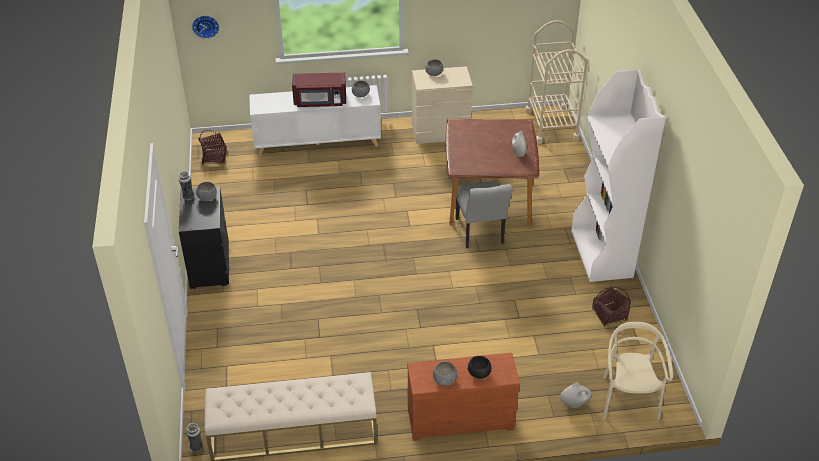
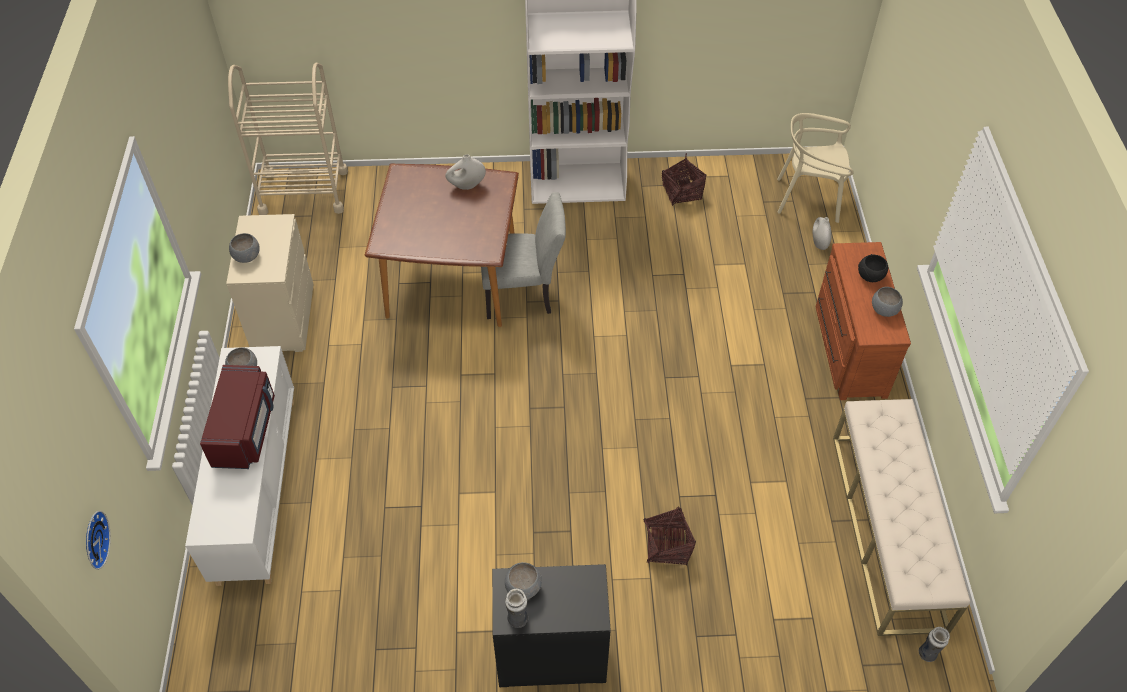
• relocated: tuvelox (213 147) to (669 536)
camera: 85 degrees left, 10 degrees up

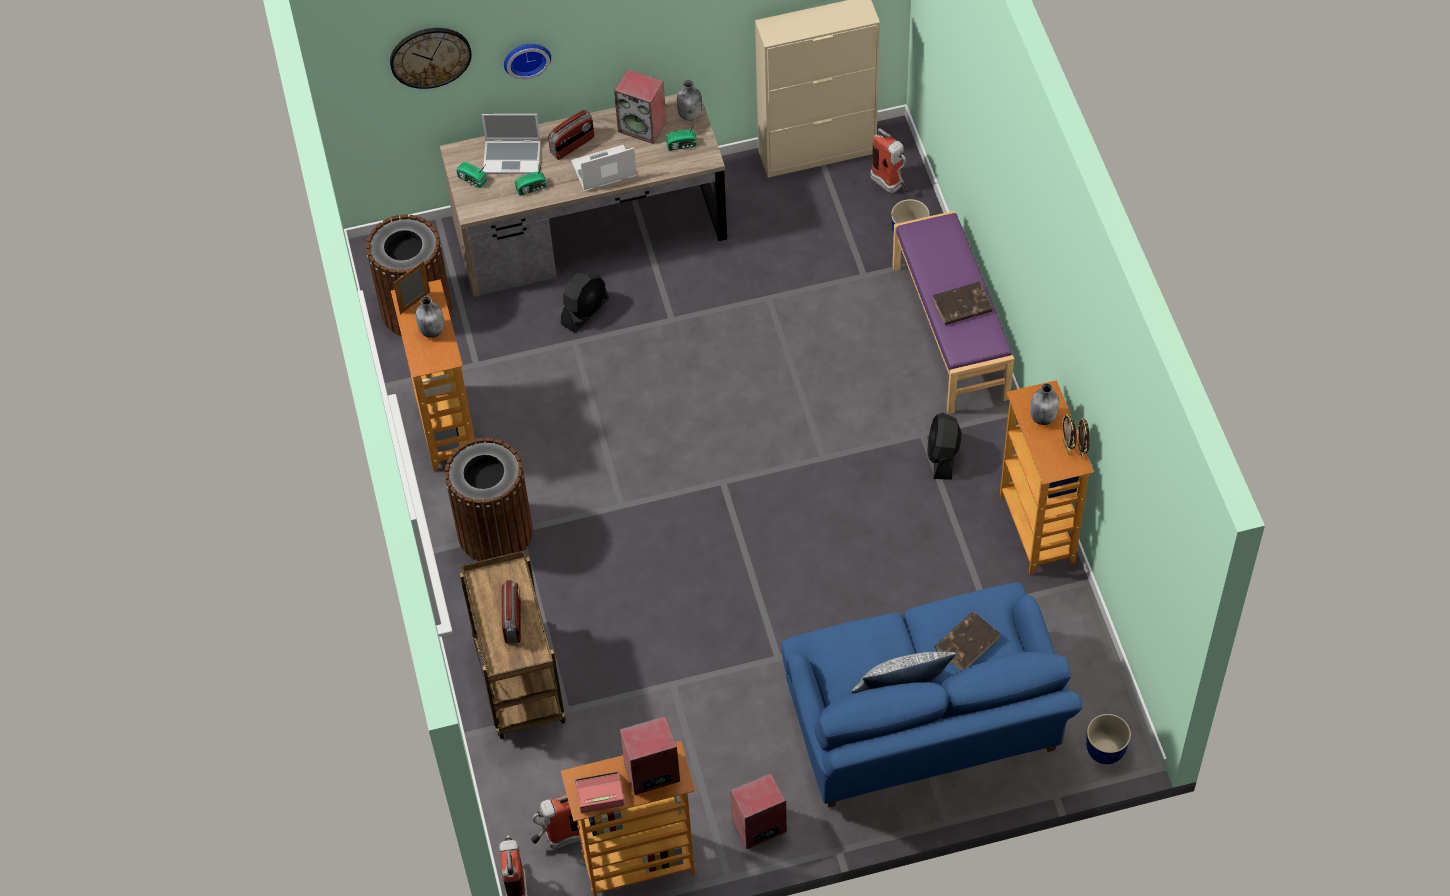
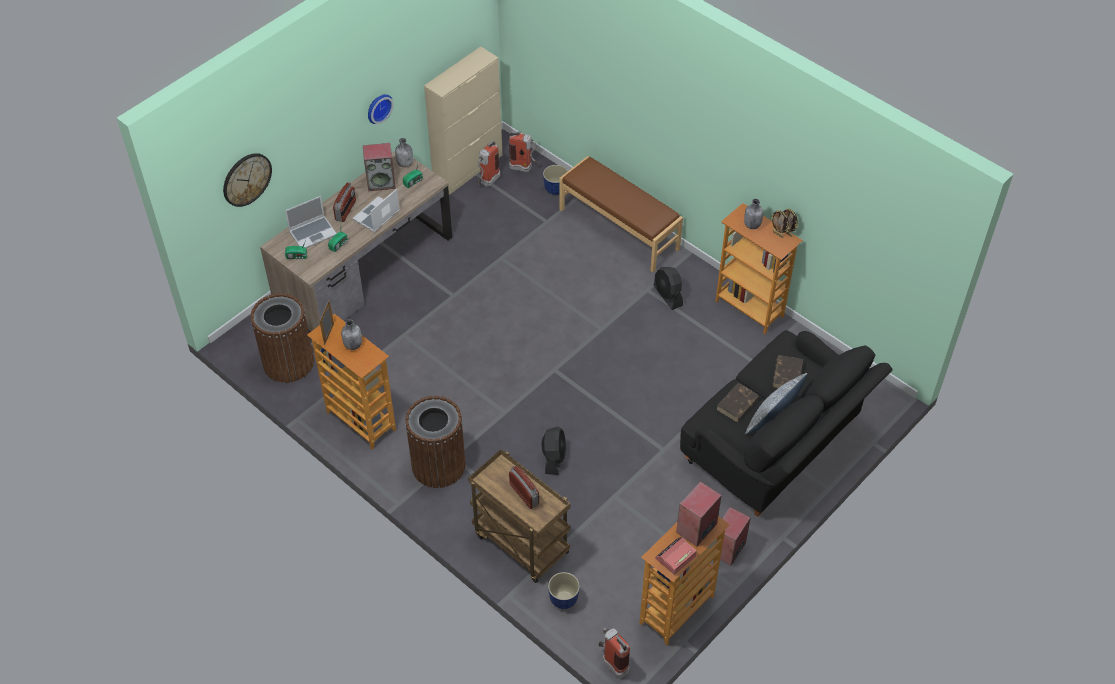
• relocated: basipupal (527 62) to (381 109)
• colour: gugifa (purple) (953 312) to gugifa (brown) (621 214)
• relocated: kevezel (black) (585 302) to (554 451)
• relocated: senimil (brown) (962 303) to (737 402)
• colour: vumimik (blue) (932 695) to vumimik (black) (786 423)
• relocated: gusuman (1108 739) to (564 590)
• relocated: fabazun (555 821) to (488 163)
camera: 35 degrees left, 5 degrees down

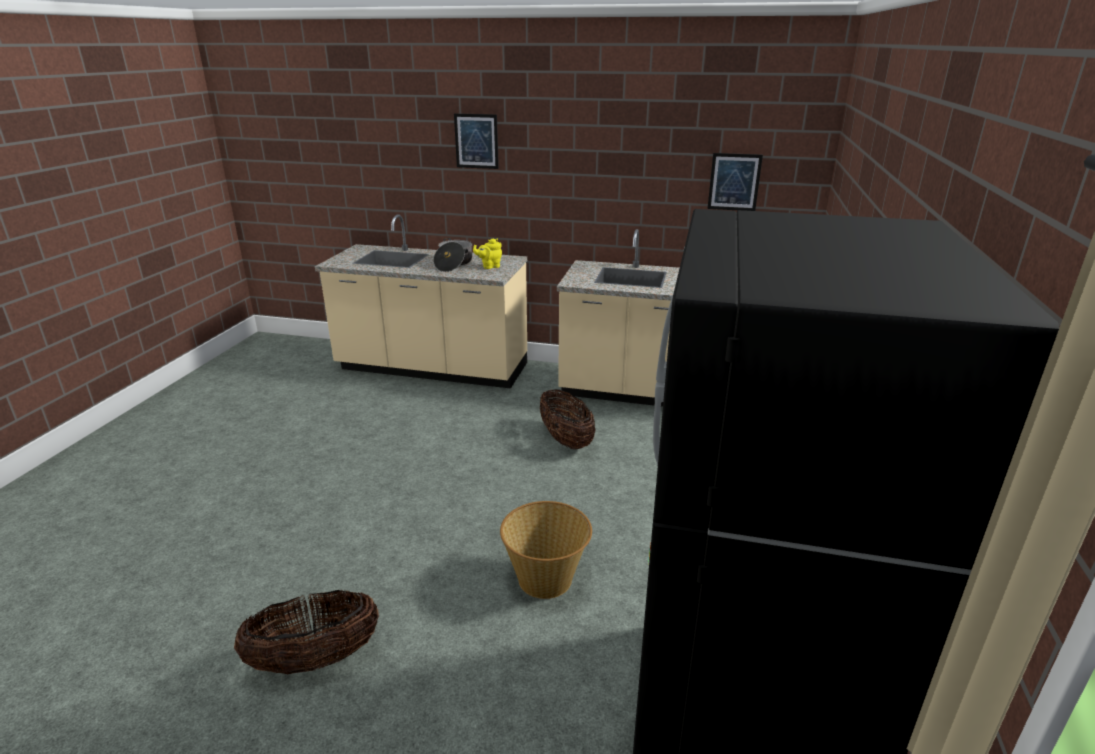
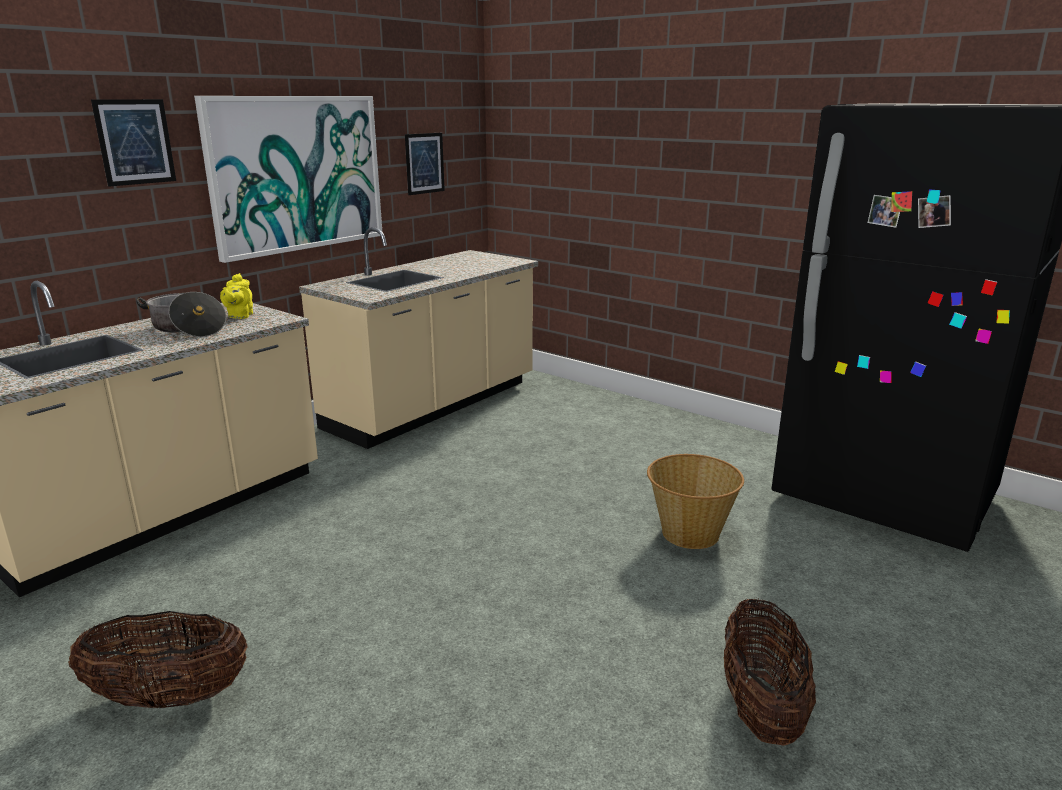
• relocated: tuvelox (568 419) to (158 659)
• appeared: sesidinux (288 179)
camera: 65 degrees left, 5 degrees down

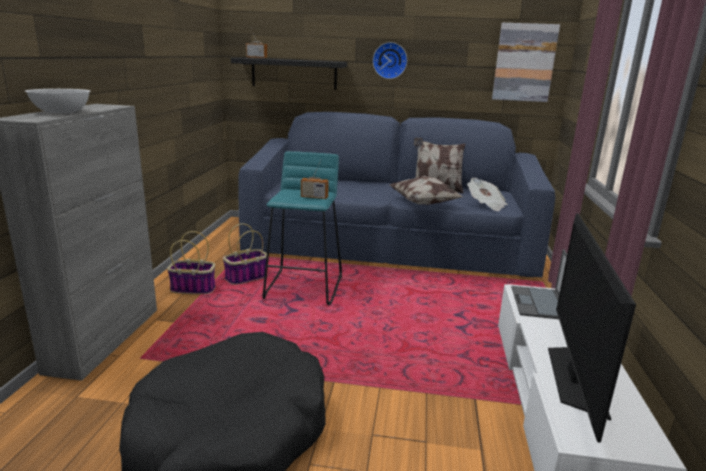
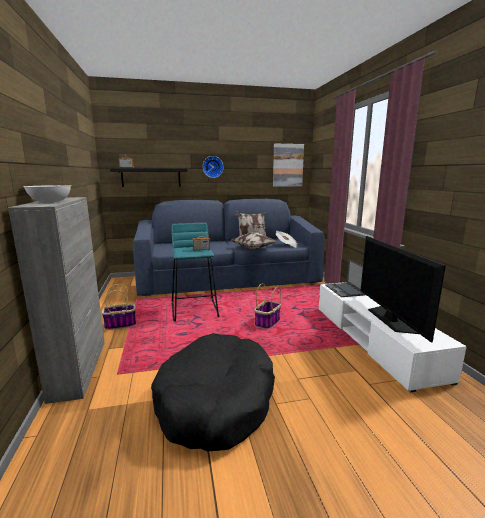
• relocated: tuvelox (245 254) to (267 306)
camera: 20 degrees left, 5 degrees down

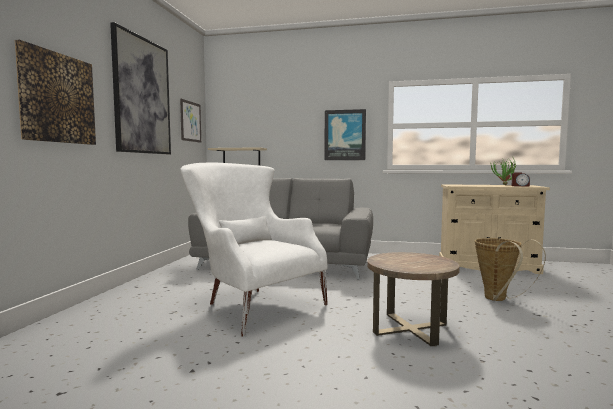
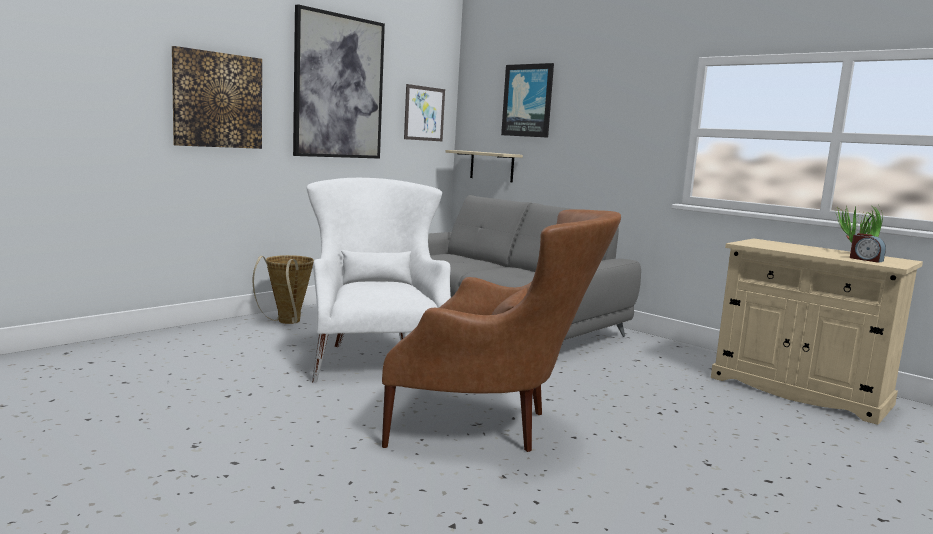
• relocated: sesidinux (345 134) to (527 100)
• relocated: tuvelox (510 269) to (283 289)
• exchanged: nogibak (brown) (413 299) to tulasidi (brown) (501 330)
camera: 30 degrees right, 5 degrees up

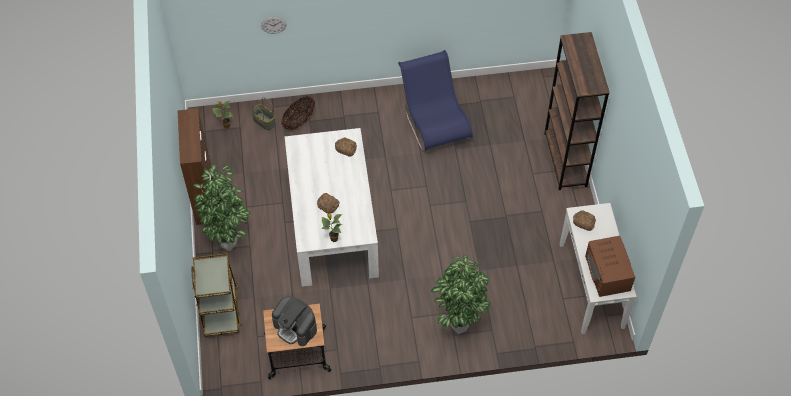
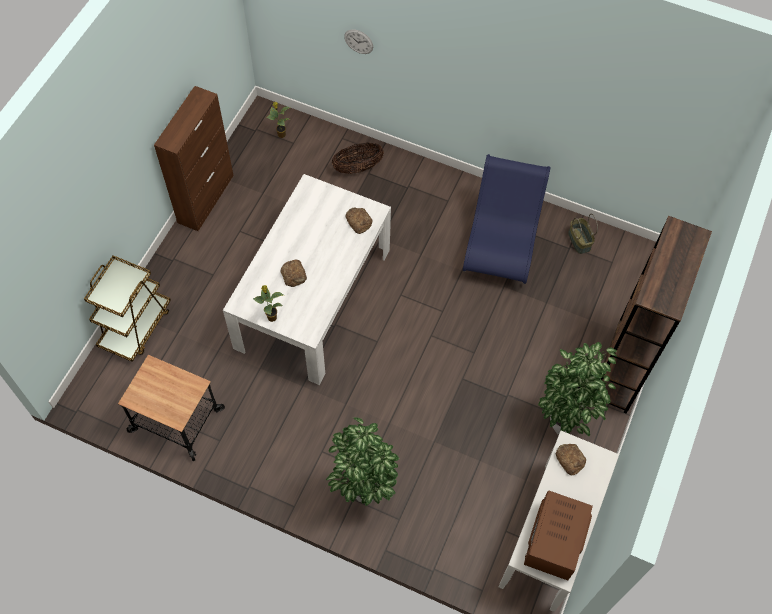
• relocated: tuvelox (263 114) to (583 234)
• relocated: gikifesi (222 207) to (577 389)
• missing: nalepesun (294 321)
camera: 30 degrees right, 5 degrees up

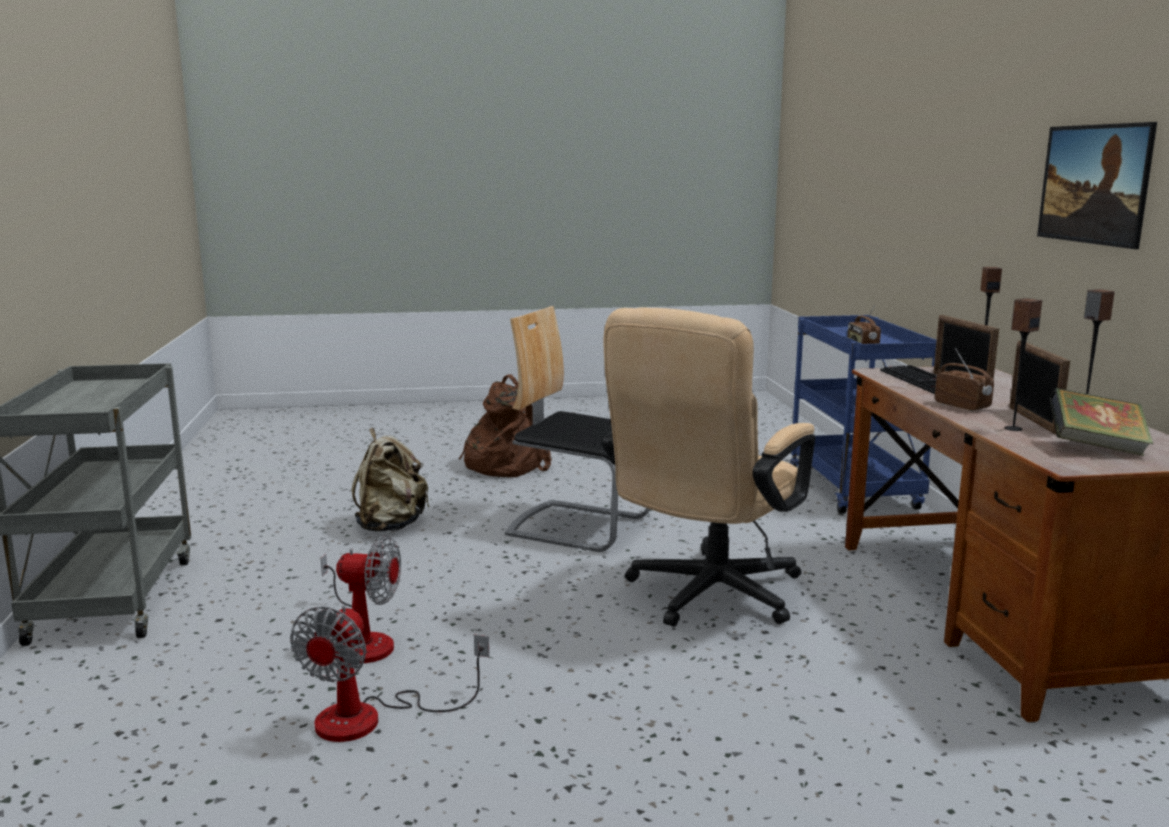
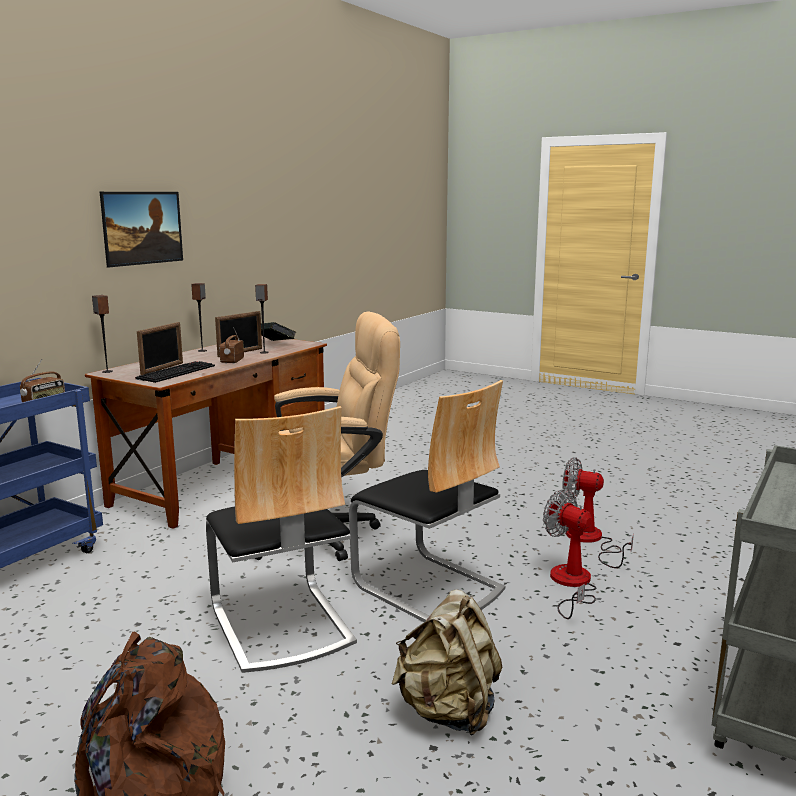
• spun: kevezel (389 673) = (598 512) 120 degrees counterclockwise
• appeared: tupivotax (427 501)
camera: 140 degrees left, 0 degrees up

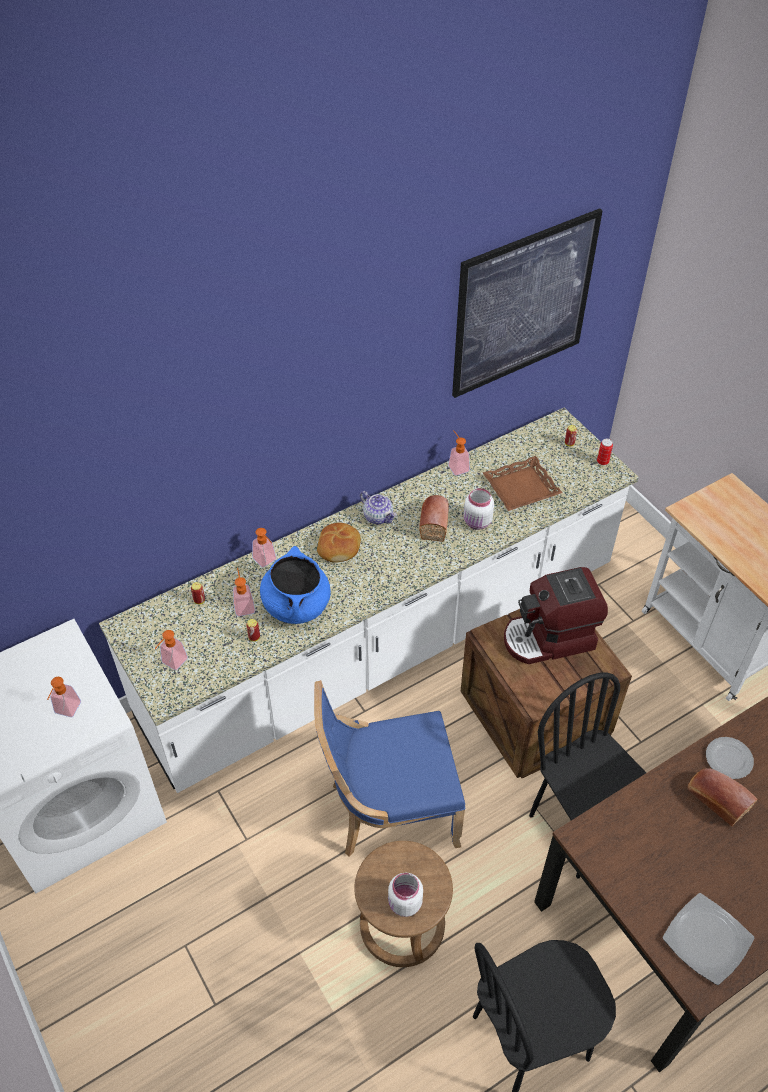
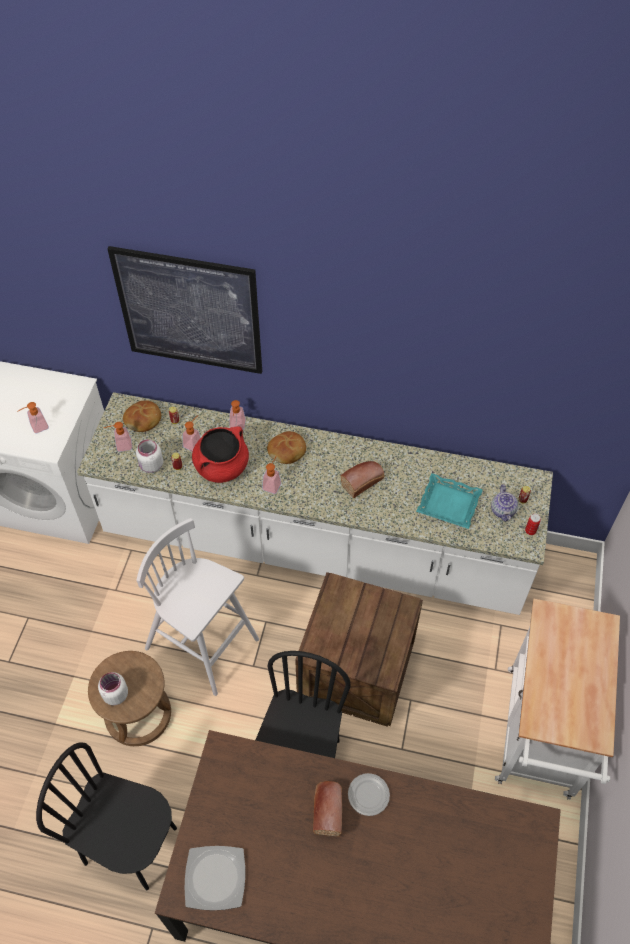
• relocated: sesidinux (527 303) to (184 310)
• relocated: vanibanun (459 453) to (271 474)
• colour: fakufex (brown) (522 483) to fakufex (turquoise) (449 501)
• relocated: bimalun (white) (479 509) to (149 456)
• relocated: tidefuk (378 507) to (504 503)
• colour: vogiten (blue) (295 585) to vogiten (red) (220 454)
• missing: nalepesun (556 615)
• exchanged: tupivotax (blue) (389 768) to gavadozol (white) (197 607)
• appeared: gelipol (142 416)
camera: 45 degrees right, 5 degrees up

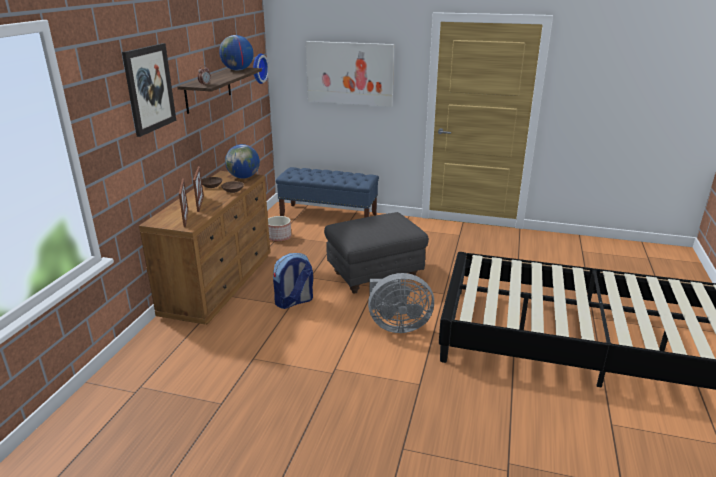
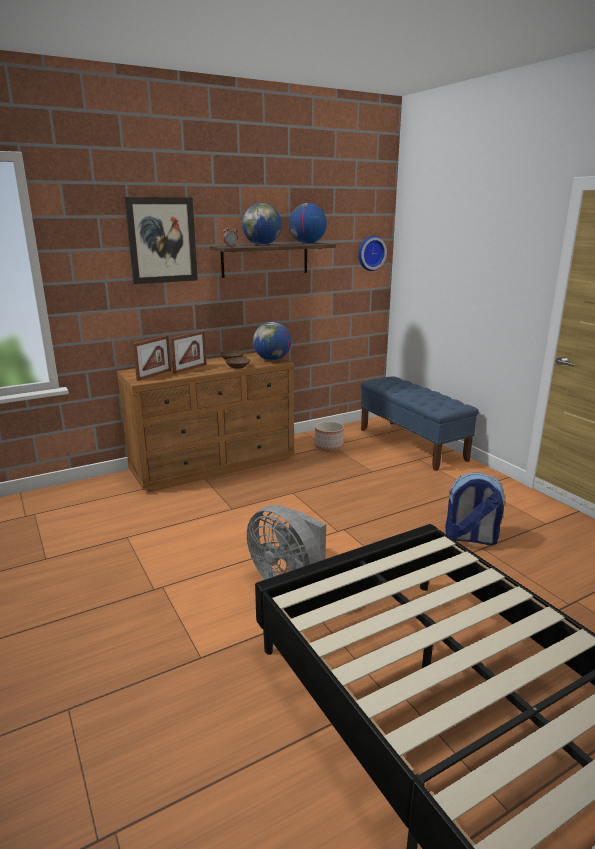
• missing: sesidinux (350 74)
• missing: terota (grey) (376 252)
• relocated: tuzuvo (293 281) to (475 508)
• appeared: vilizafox (262 224)
camera: 45 degrees right, 5 degrees down

